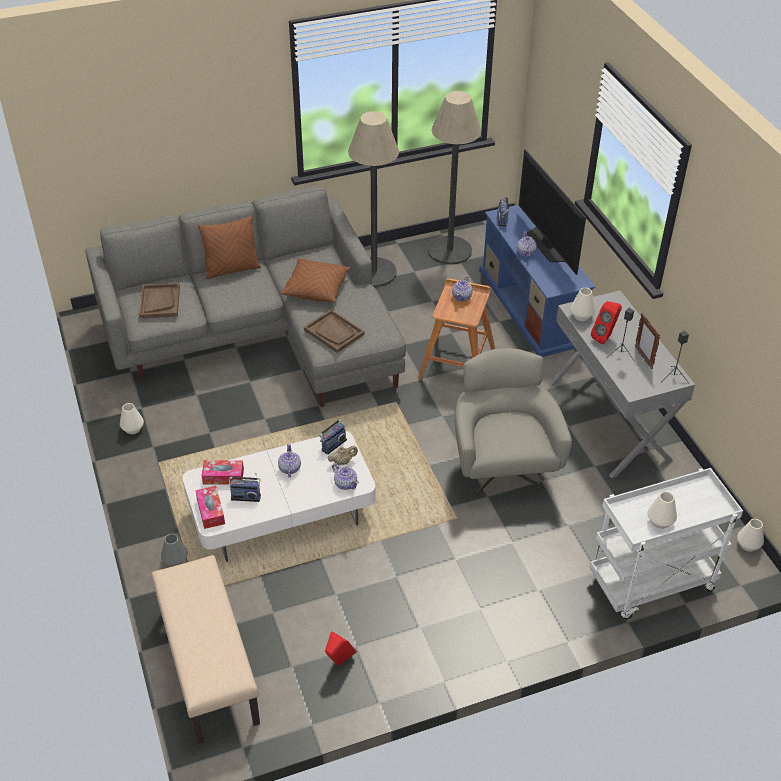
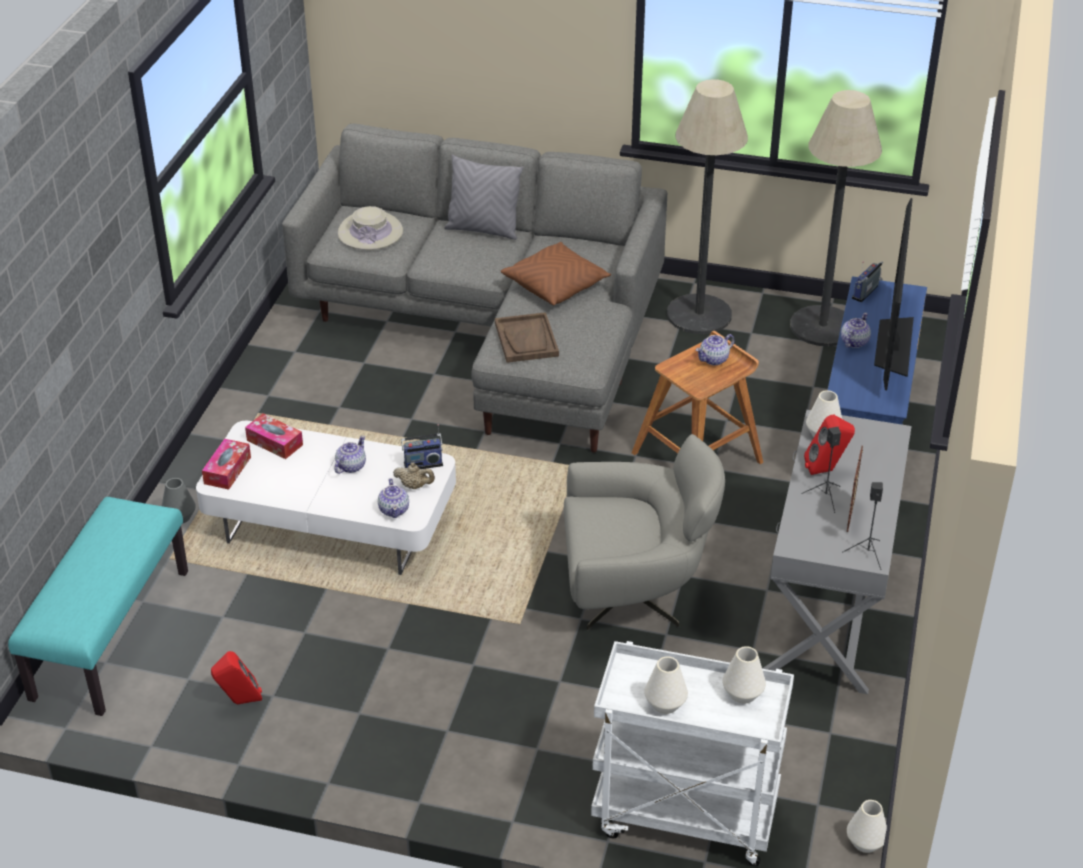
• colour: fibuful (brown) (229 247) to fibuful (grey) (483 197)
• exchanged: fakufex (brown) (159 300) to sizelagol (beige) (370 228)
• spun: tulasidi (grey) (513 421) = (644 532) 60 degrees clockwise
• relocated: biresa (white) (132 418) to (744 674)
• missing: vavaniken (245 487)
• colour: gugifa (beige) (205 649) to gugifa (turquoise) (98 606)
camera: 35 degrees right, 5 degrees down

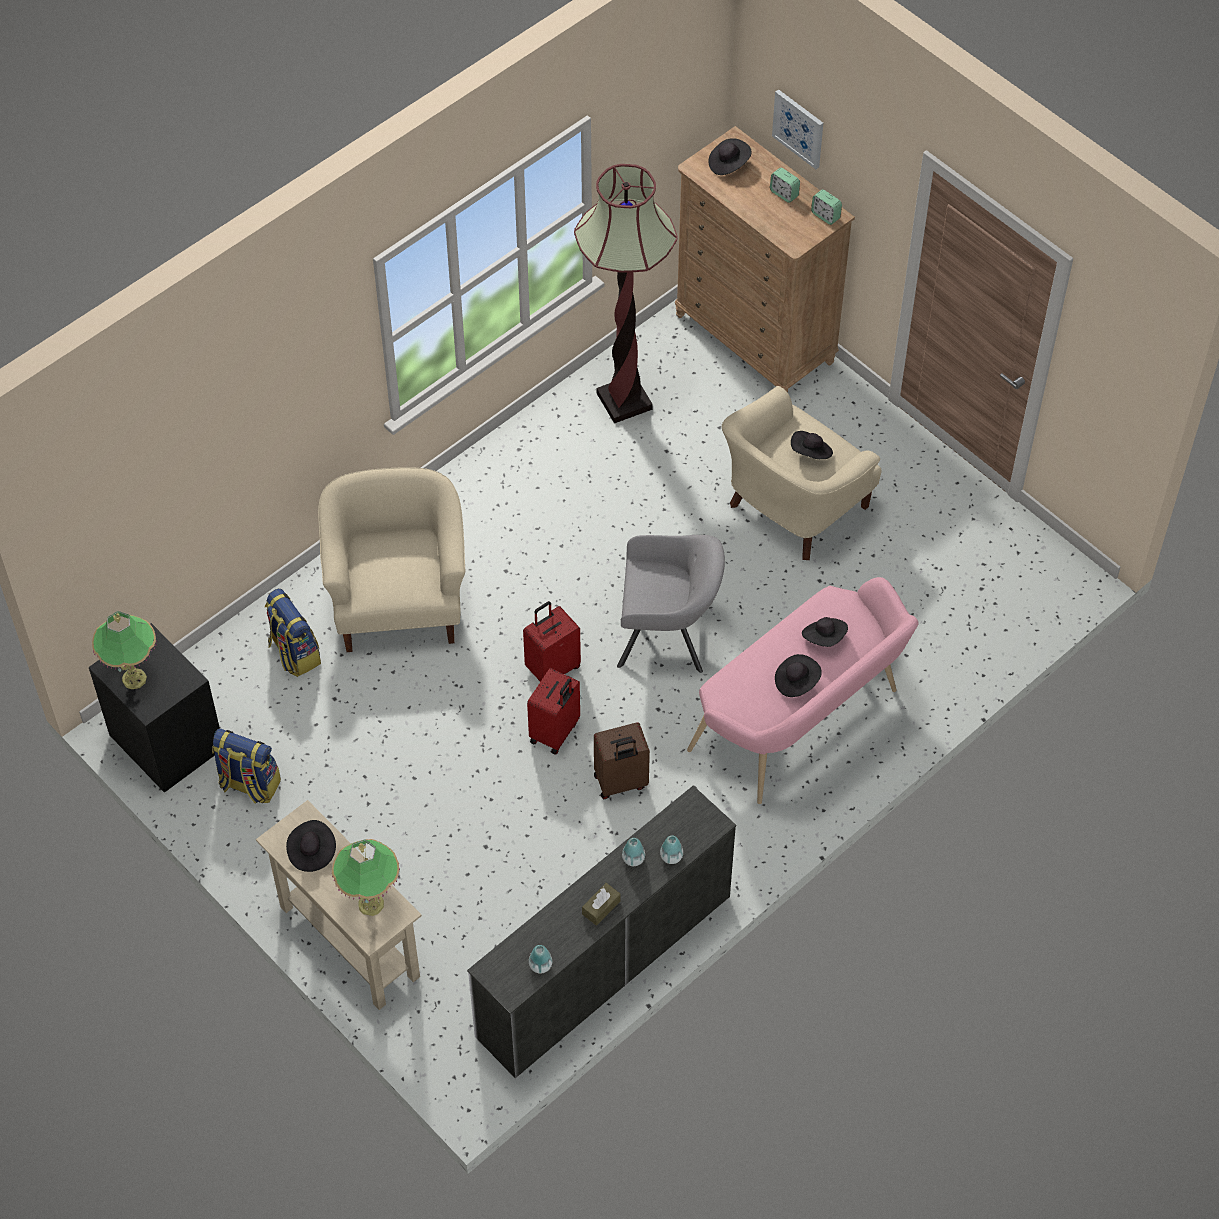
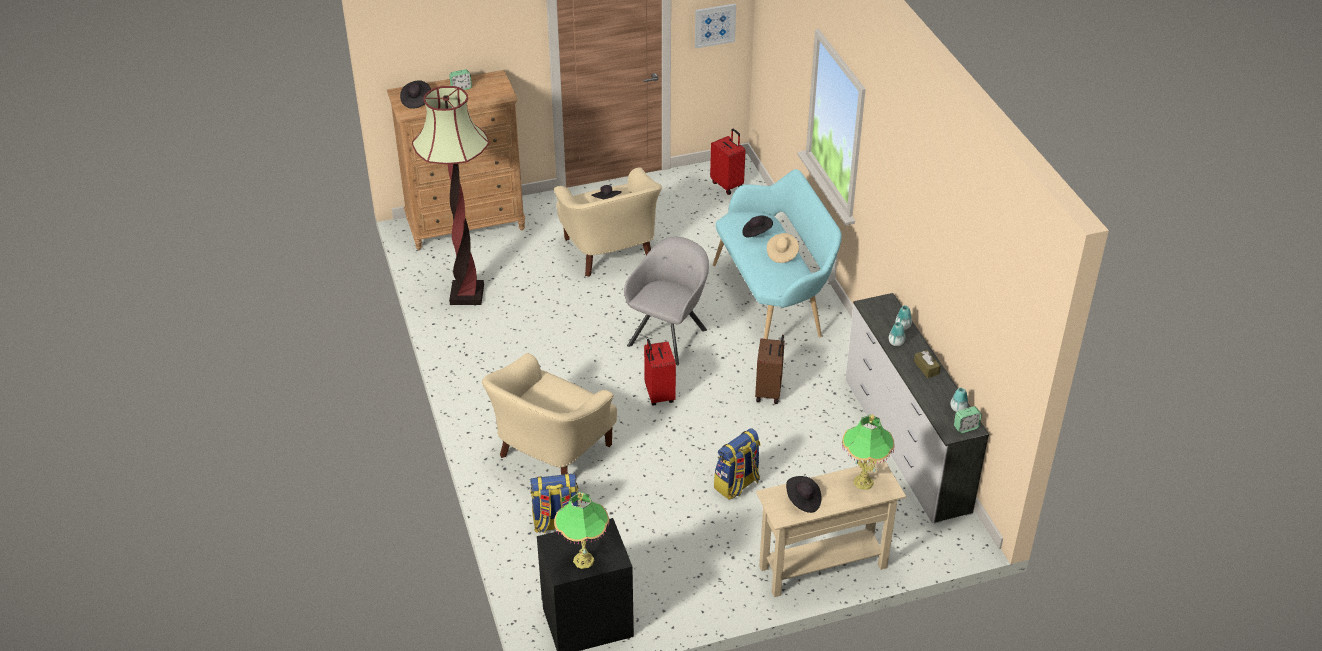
• relocated: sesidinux (797 129) to (715 26)
• relocated: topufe (826 207) to (968 419)
• spun: tulasidi (beige) (391 559) = (549 414) 75 degrees counterclockwise
• colour: gugifa (pink) (802 690) to gugifa (turquoise) (777 254)
• colour: sizelagol (black) (798 675) to sizelagol (beige) (783 248)
• relocated: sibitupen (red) (553 711) to (727 162)
• relocated: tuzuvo (246 766) to (737 464)
camera: 65 degrees left, 15 degrees down

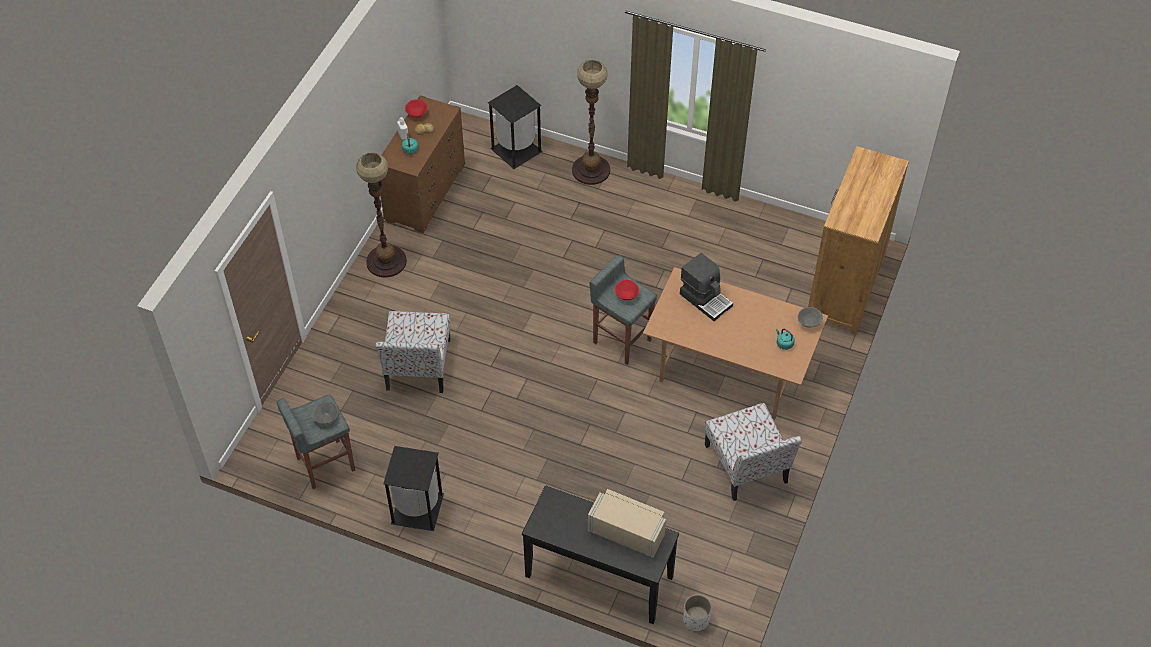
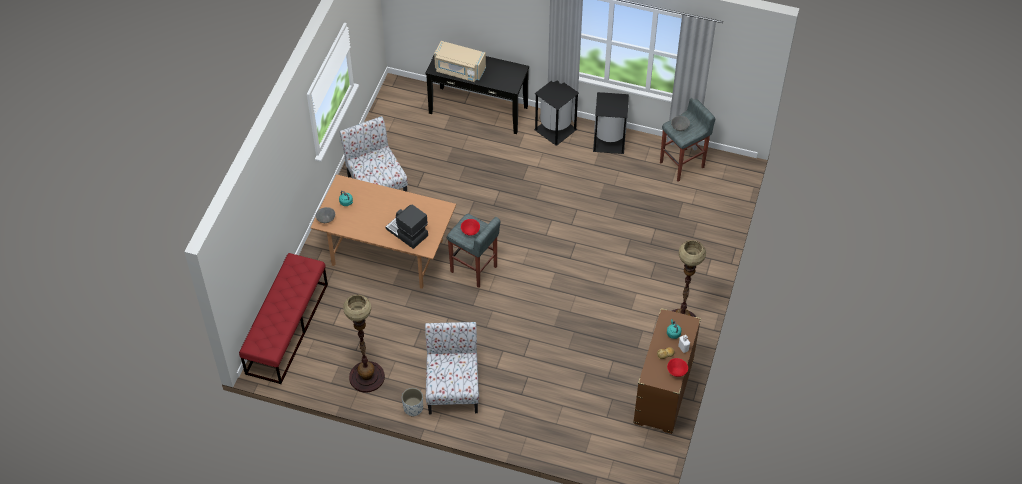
• relocated: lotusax (591 122) to (364 343)
• relocated: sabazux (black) (515 127) to (556 113)
• exchanged: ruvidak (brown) (858 240) to gugifa (red) (283 318)
• relocated: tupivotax (413 352) to (452 368)
• relocated: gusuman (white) (697 613) to (412 402)
camera: 175 degrees right, 0 degrees up

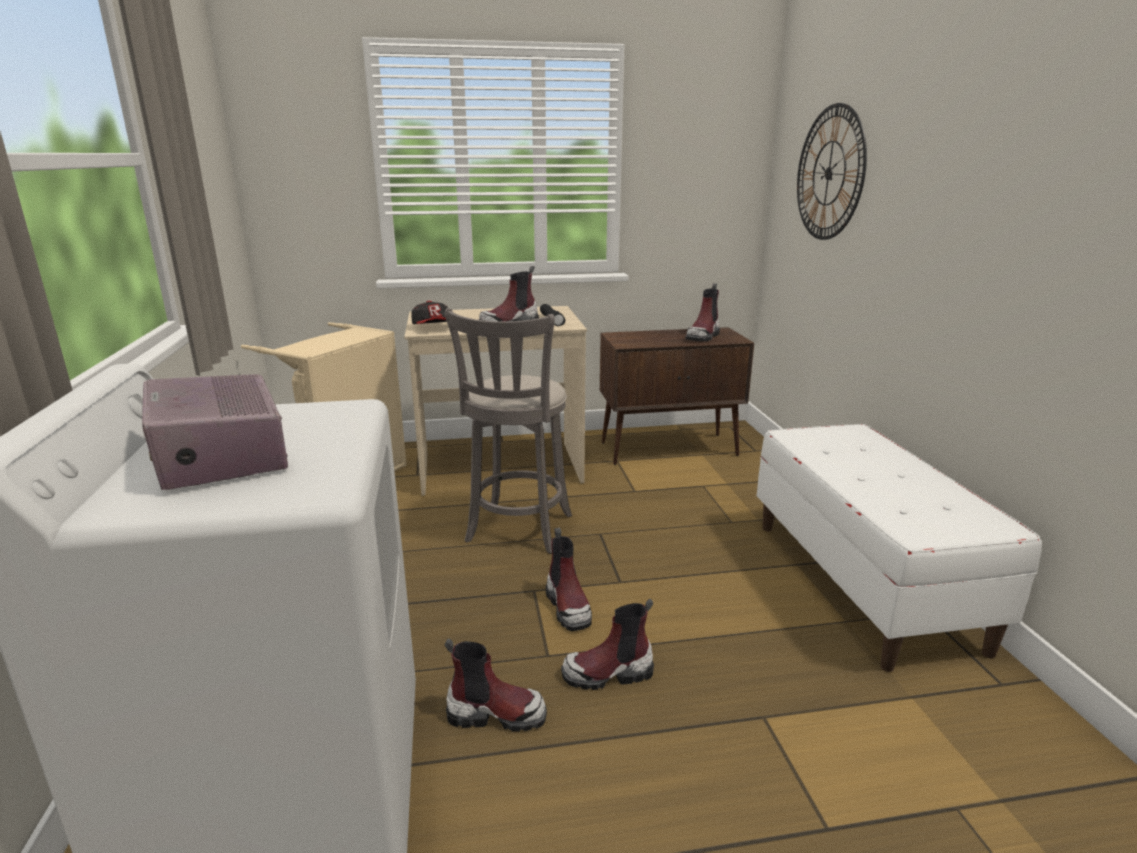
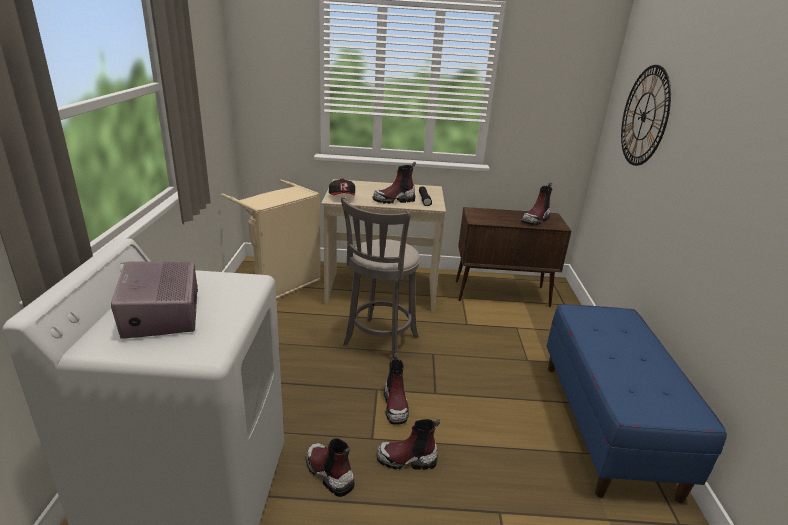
• colour: gugifa (white) (899 548) to gugifa (blue) (636 403)
• spun: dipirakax (495 685) = (330 467) 150 degrees counterclockwise
camera: 10 degrees right, 5 degrees up

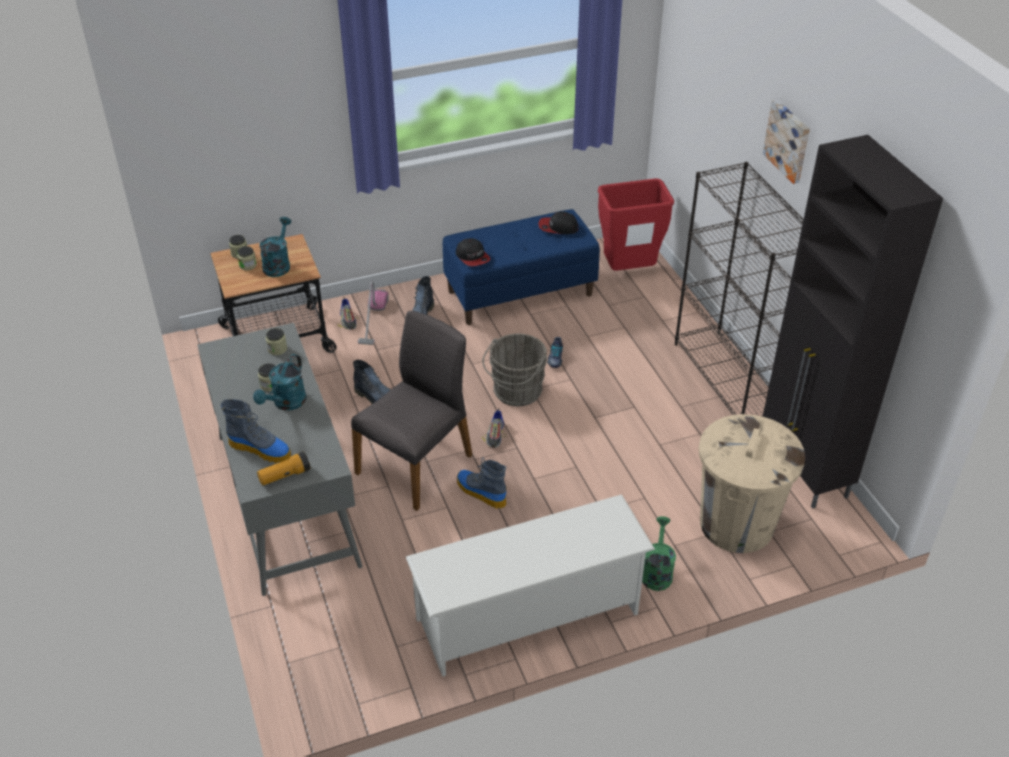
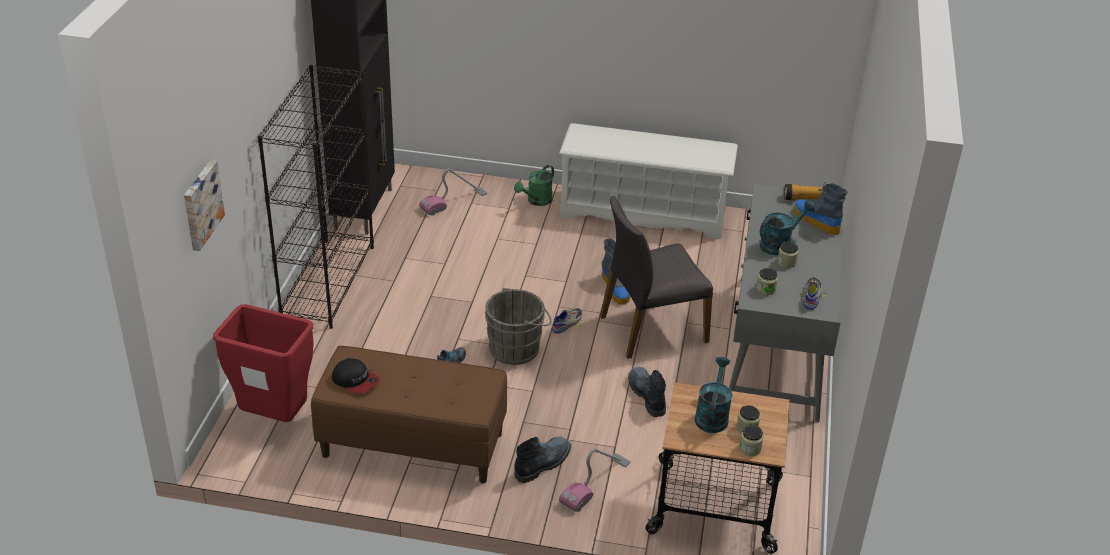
• relocated: sesidinux (786 142) to (204 205)
• colour: gugifa (blue) (521 267) to gugifa (brown) (409 415)
• spun: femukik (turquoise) (275 247) = (714 395) 150 degrees clockwise
• missing: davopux (473 252)
• relocated: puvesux (347 313) to (813 294)
• exchanged: sabazux (beige) (752 483) to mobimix (453 192)
camera: 150 degrees left, 5 degrees down

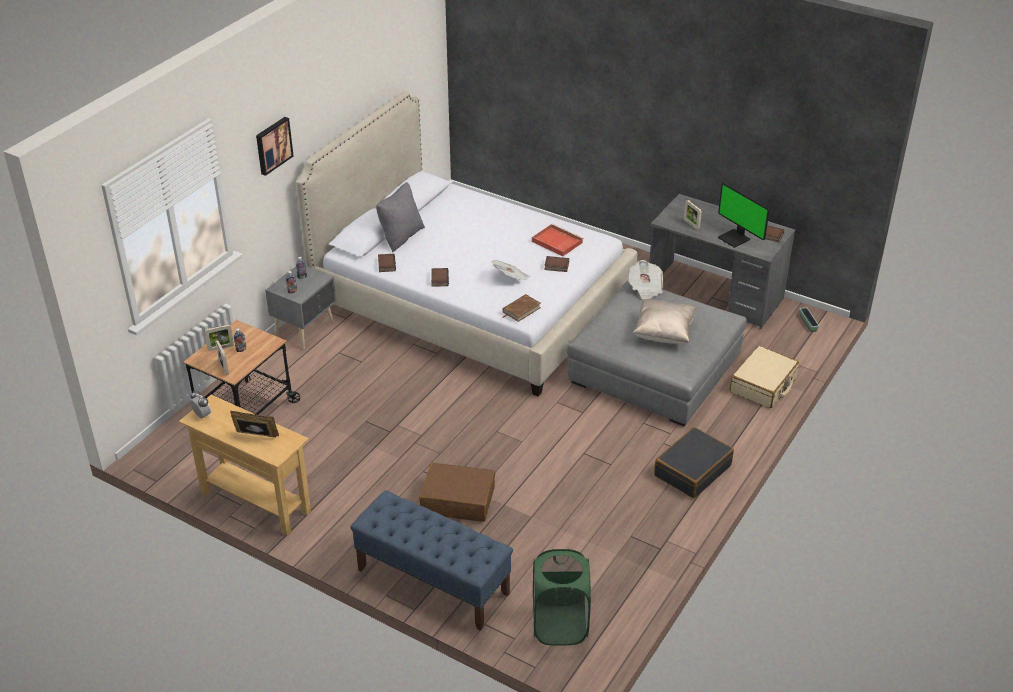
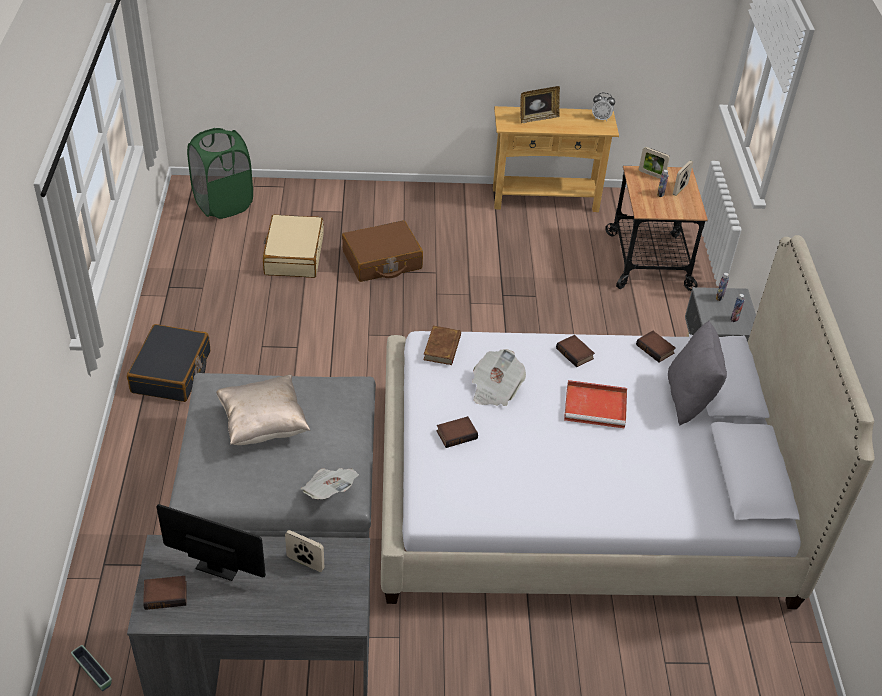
• missing: sesidinux (274 146)
• relocated: fakufex (red) (558 240) to (595 404)
• relocated: sibitupen (beige) (764 377) to (293 246)
• missing: gugifa (blue) (431 560)
camera: 145 degrees right, 5 degrees up

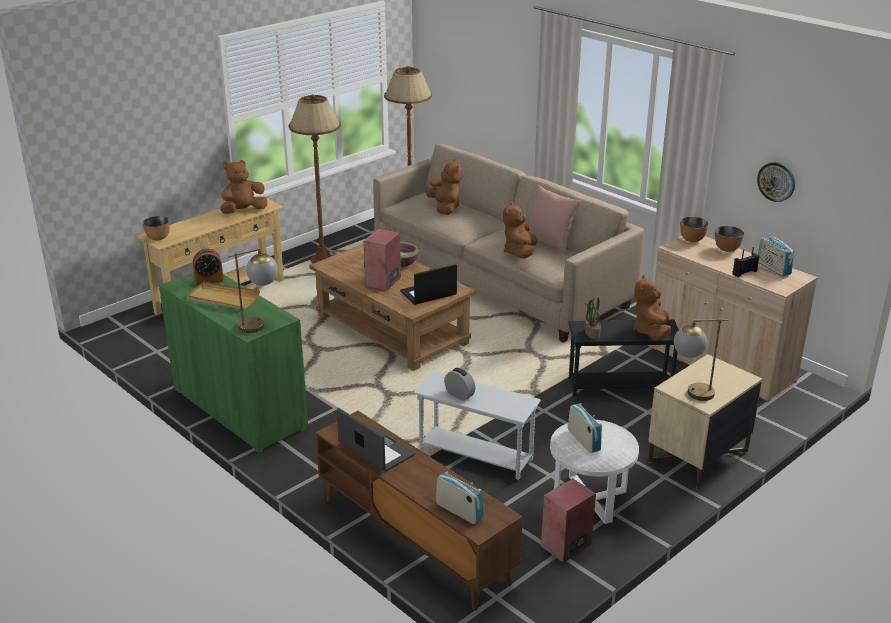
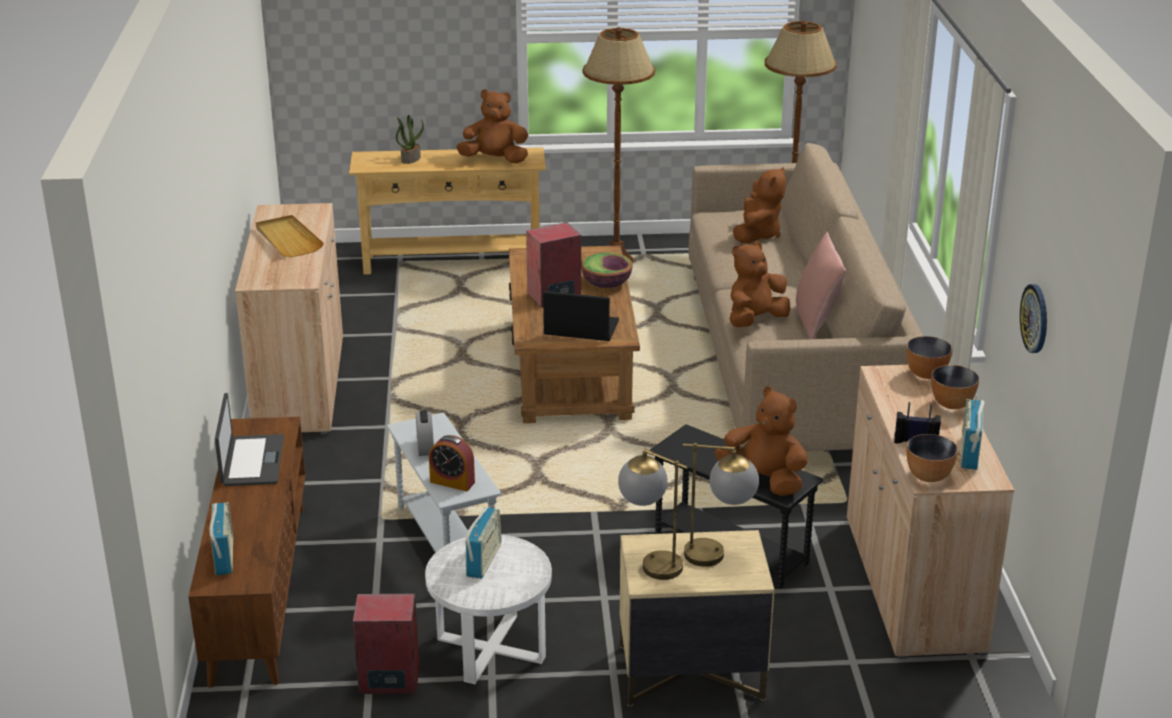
• relocated: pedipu (156 228) to (932 458)
• relocated: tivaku (253 290) to (721 505)
• relocated: topufe (208 267) to (452 463)
• colour: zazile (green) (233 363) to zazile (beige) (289 318)
• spun: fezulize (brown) (652 307) = (761 441) 75 degrees clockwise
• relocated: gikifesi (593 318) to (410 139)
camera: 40 degrees right, 0 degrees up

